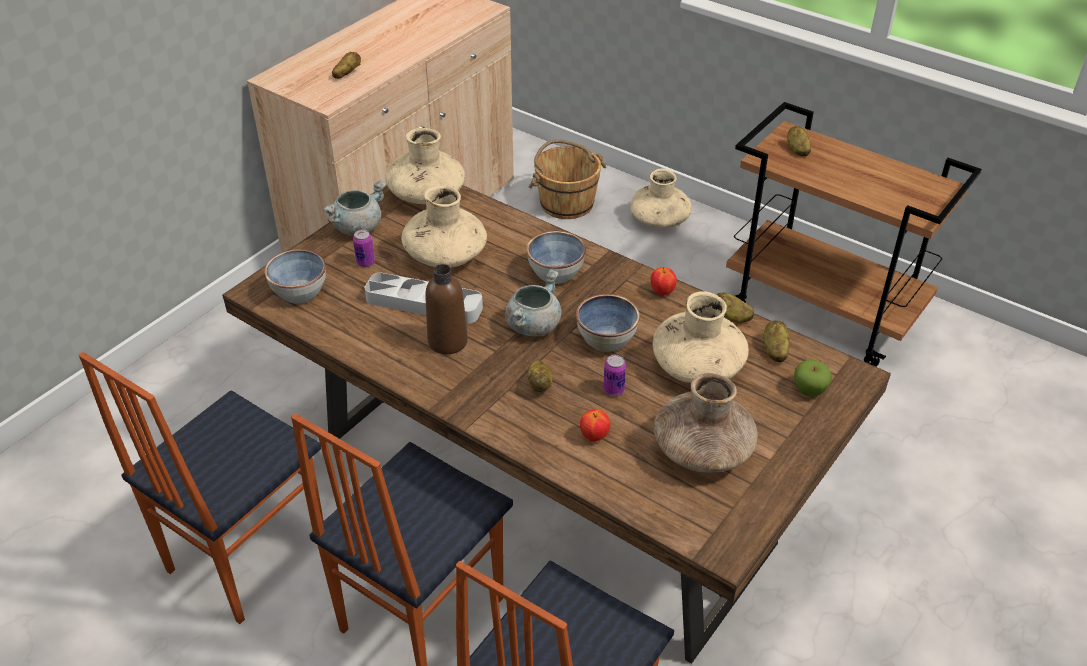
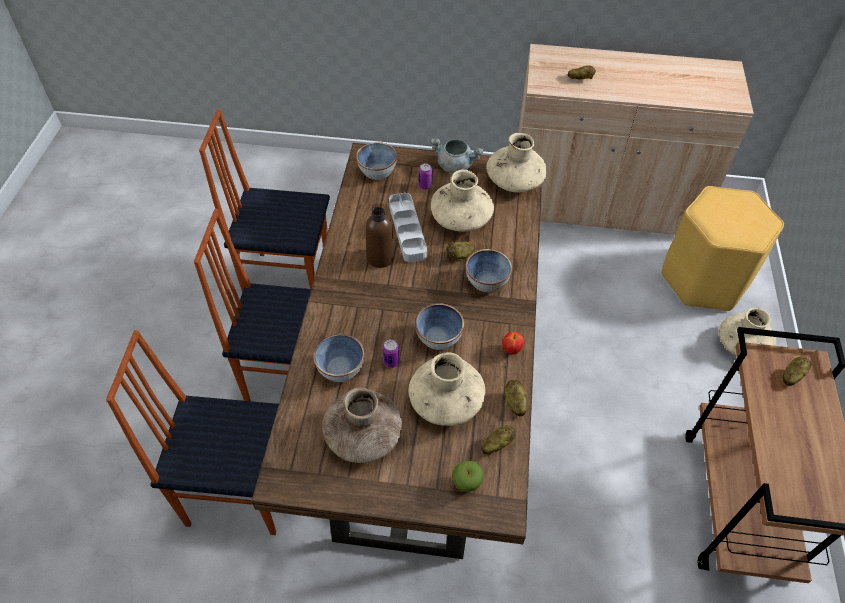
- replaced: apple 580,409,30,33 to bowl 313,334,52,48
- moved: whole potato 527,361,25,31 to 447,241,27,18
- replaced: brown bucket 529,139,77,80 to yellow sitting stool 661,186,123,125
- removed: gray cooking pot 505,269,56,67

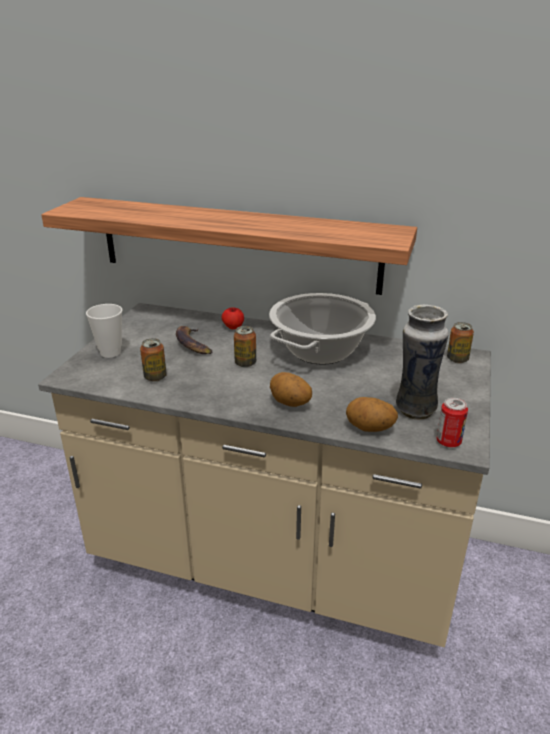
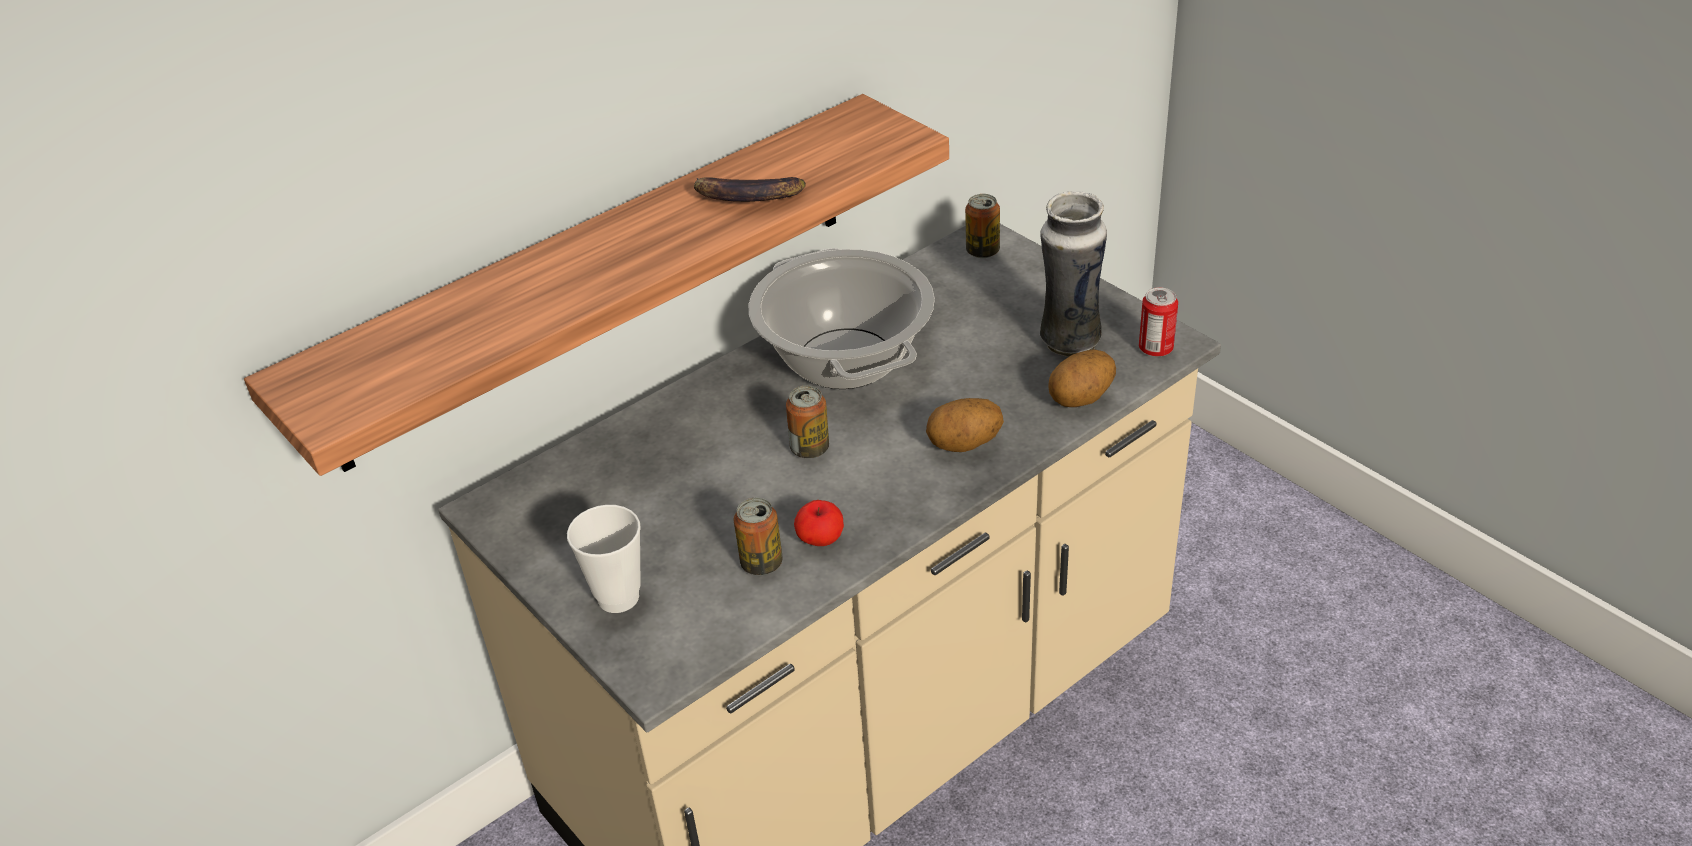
- moved: whole banana 176,326,36,28 to 694,177,112,25
- moved: apple 222,308,22,21 to 794,500,50,46

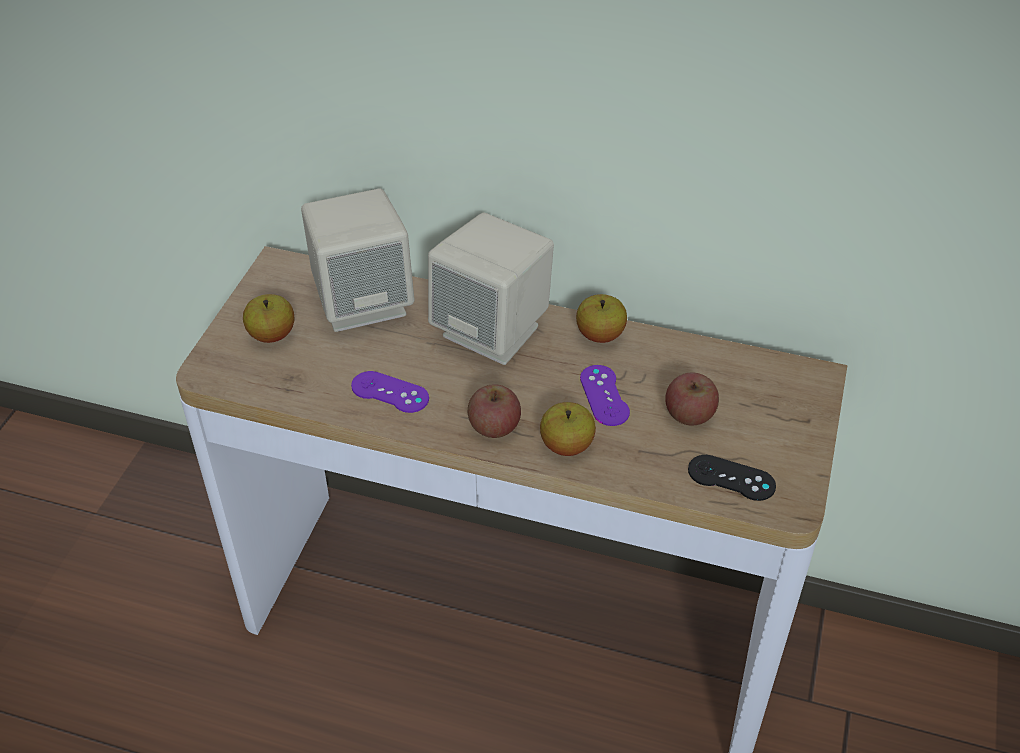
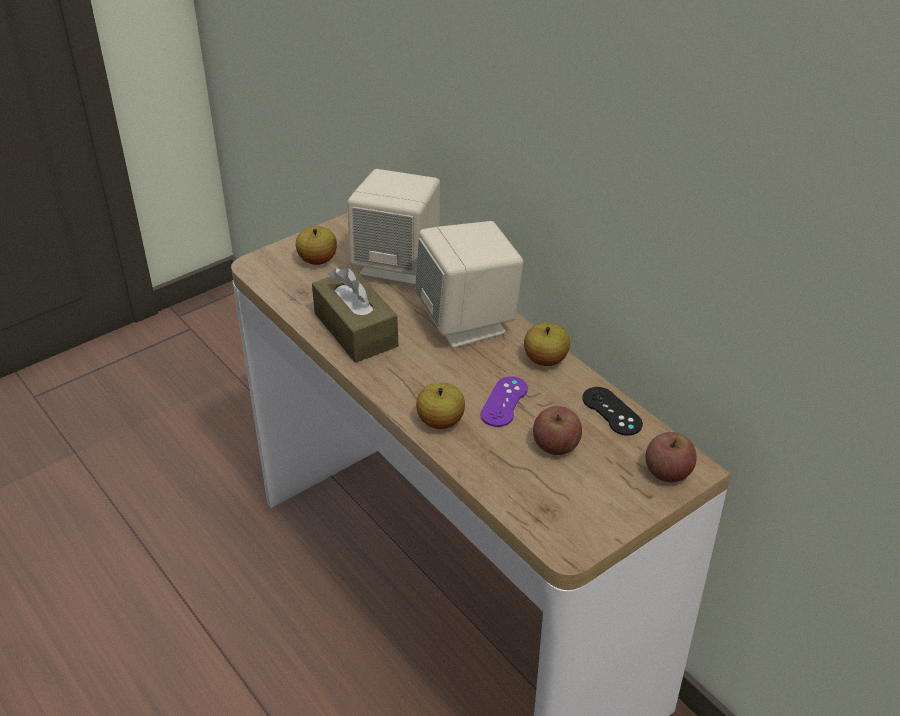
- replaced: purple-coloured joypad 351,371,78,42 to brown box of tissues 312,267,87,96
- moved: black joypad 688,455,88,46 to 582,387,61,49
- moved: apple 468,384,53,54 to 645,432,52,50

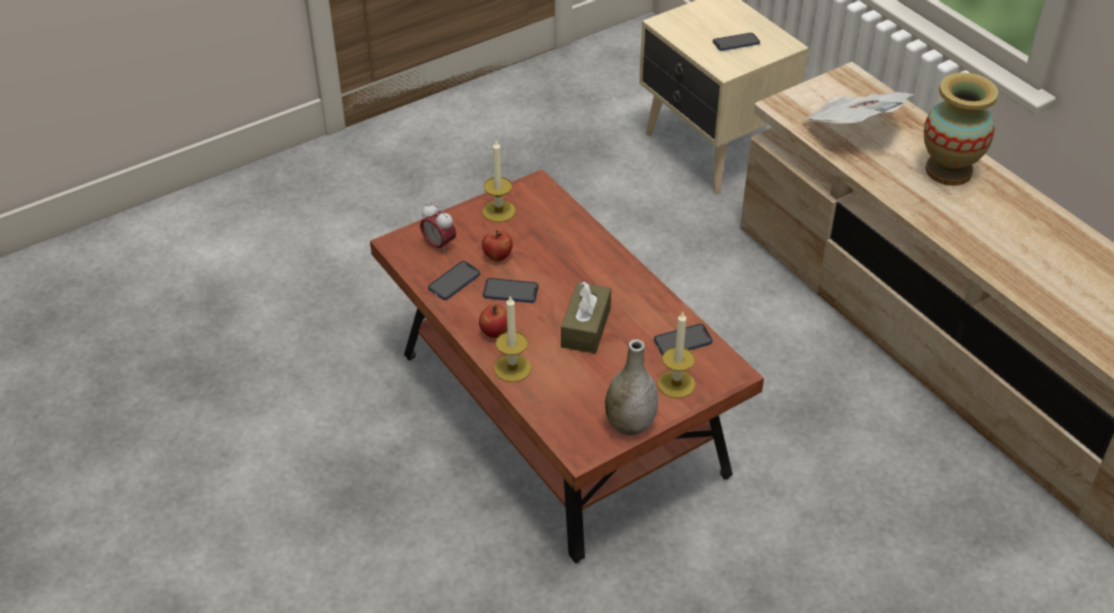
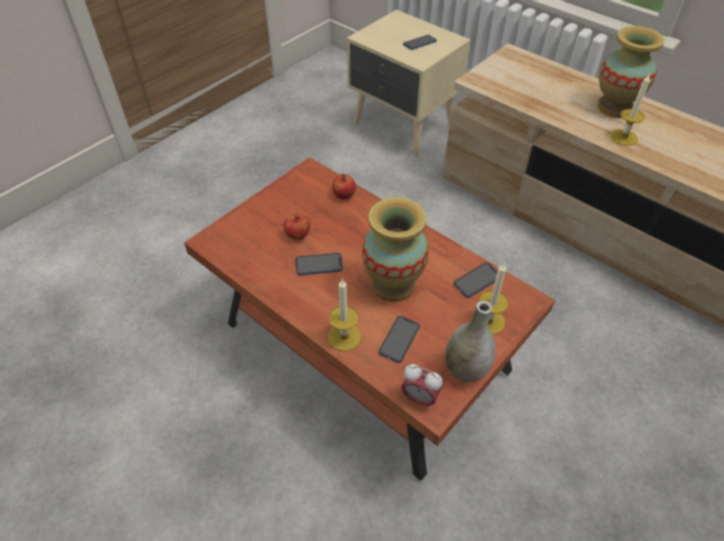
- moved: apple 479,305,28,33 to 332,174,24,26
- replaced: brown box of tissues 561,281,50,73 to decorative vase 362,197,67,105
- moved: telephone 428,261,52,39 to 379,316,41,47
- moved: alarm clock 420,203,36,51 to 401,364,42,45
- moved: wax light 482,141,34,81 to 611,73,39,73
- removed: printed paper 804,92,110,32

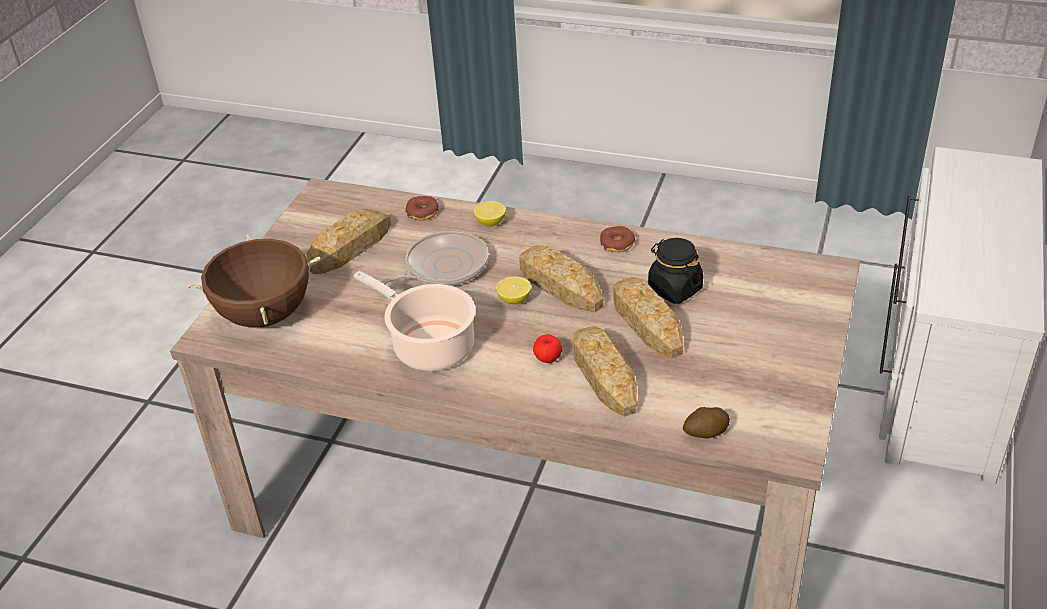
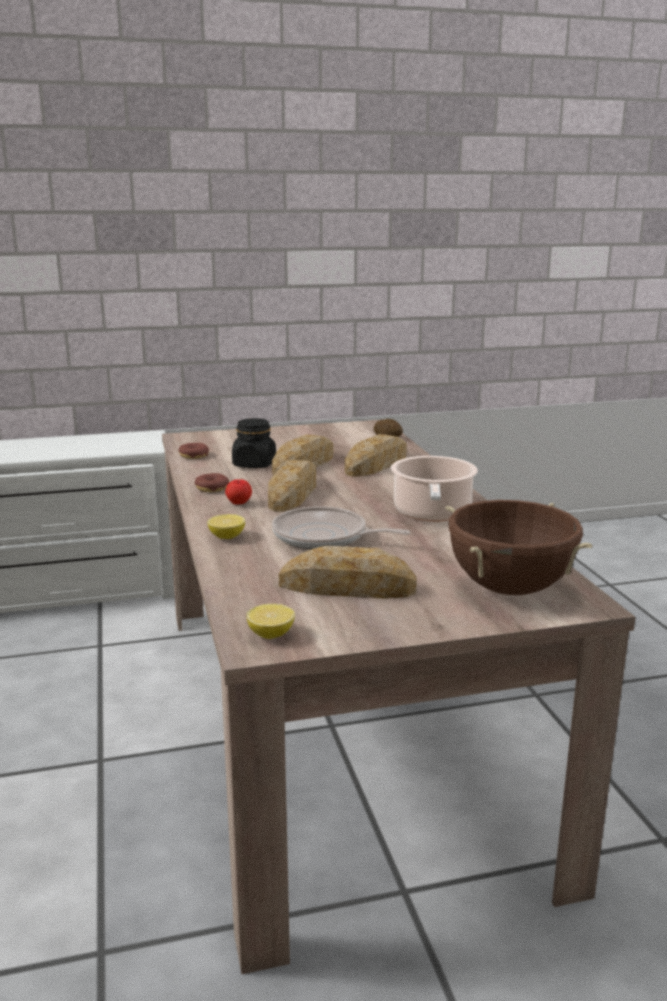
- moved: doughnut 405,196,34,24 to 179,443,30,16
- moved: apple 533,334,29,29 to 225,479,27,25
- moved: citrus fruit 496,276,35,29 to 246,604,49,35

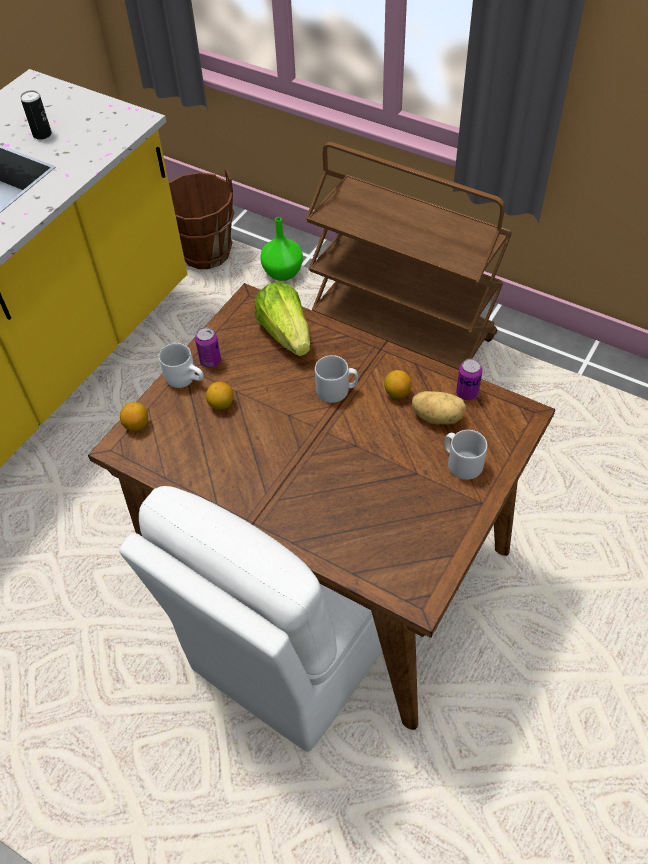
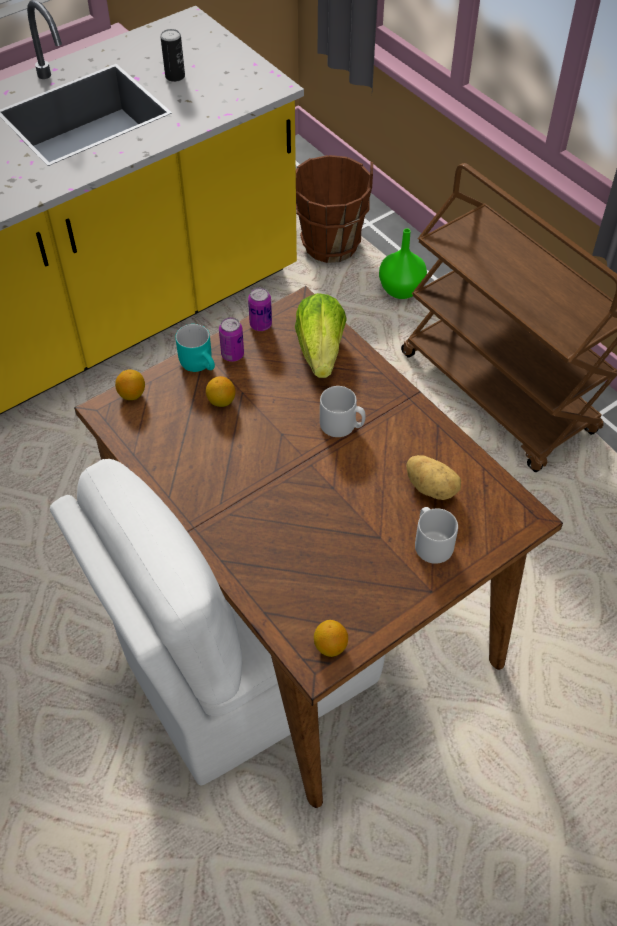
- recoloured: white tea mug 159,343,45,45 to turquoise tea mug 175,324,40,48
- moved: metal can 456,358,26,42 to 248,288,24,43
- moved: citrus fruit 384,370,28,29 to 314,620,34,37

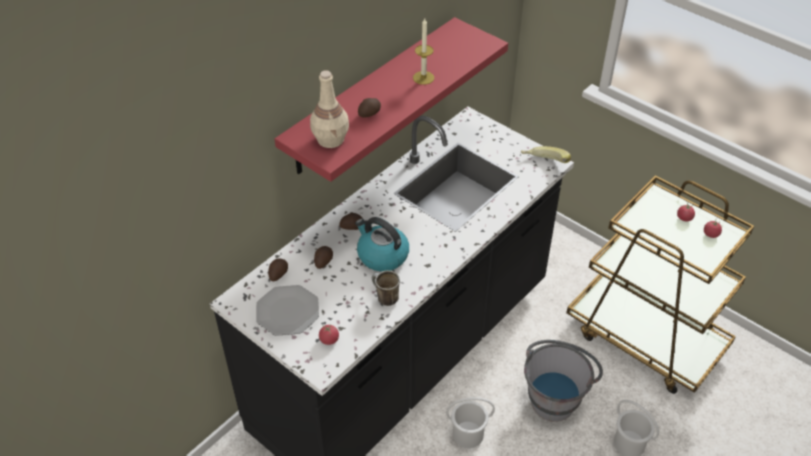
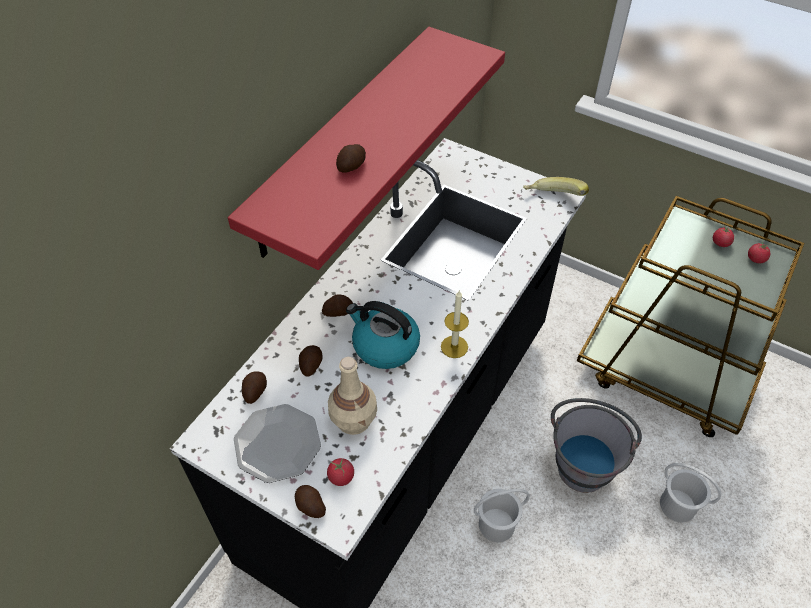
- added: whole potato 295,485,31,33
- moved: sand-coloured bottle 310,70,39,78 to 328,357,49,78
- moved: wax light 413,18,21,67 to 441,290,28,68
- removed: tea mug 372,270,28,36

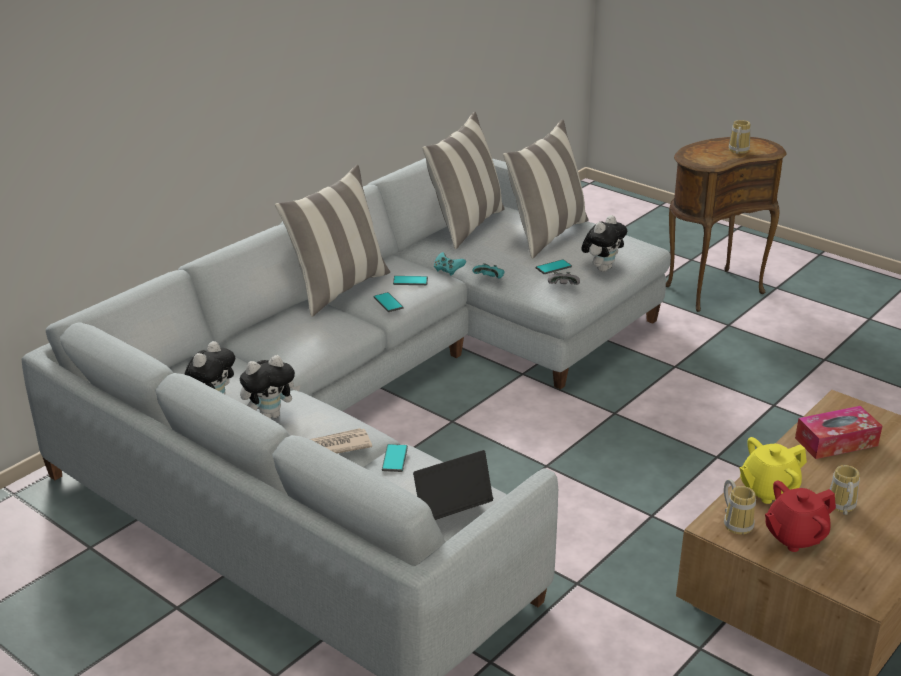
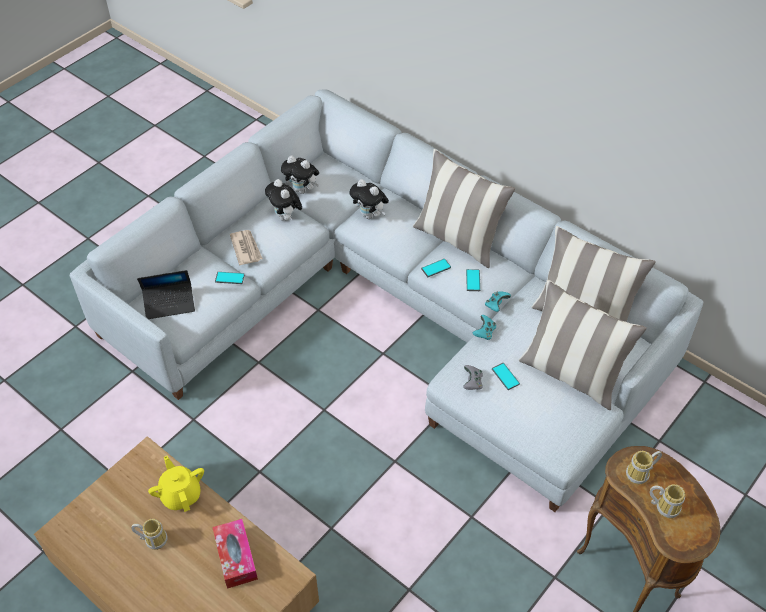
- turned: portable computer 413,450,80,70 = 137,270,58,49 105 degrees clockwise
- moved: soft toy 581,215,46,57 to 349,179,40,40
- moved: tea mug 724,479,32,55 to 626,451,36,33
- removed: reddish tea pot 765,481,71,71

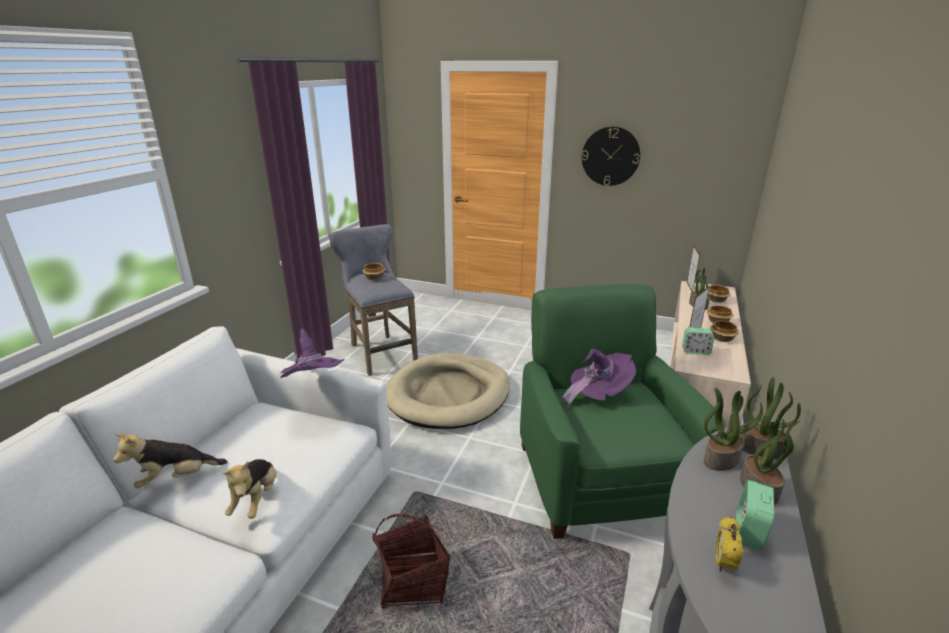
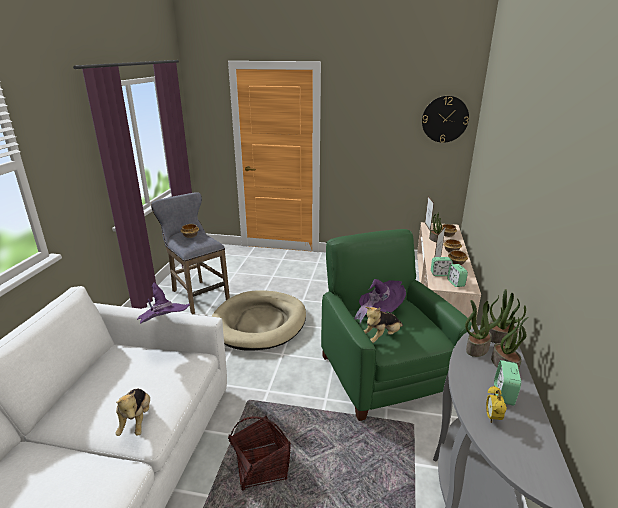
- moved: soft toy 113,433,114,55 to 363,307,40,36
- moved: wall clock 582,126,58,60 to 422,96,47,47
- added: alarm clock 447,264,21,23

